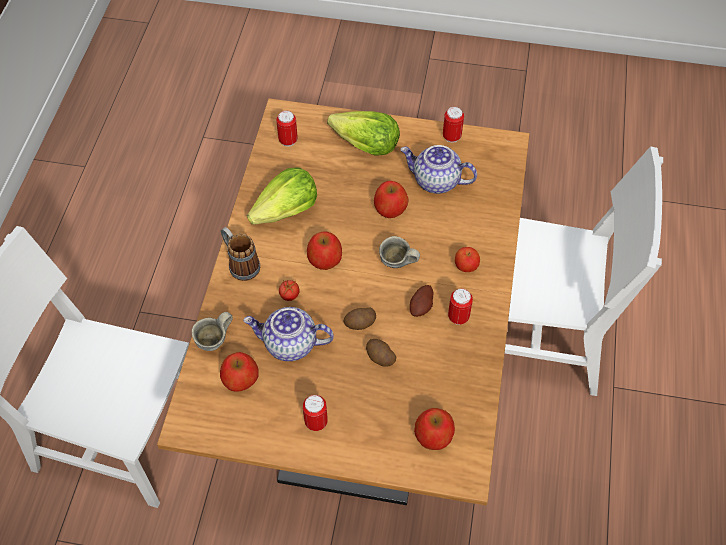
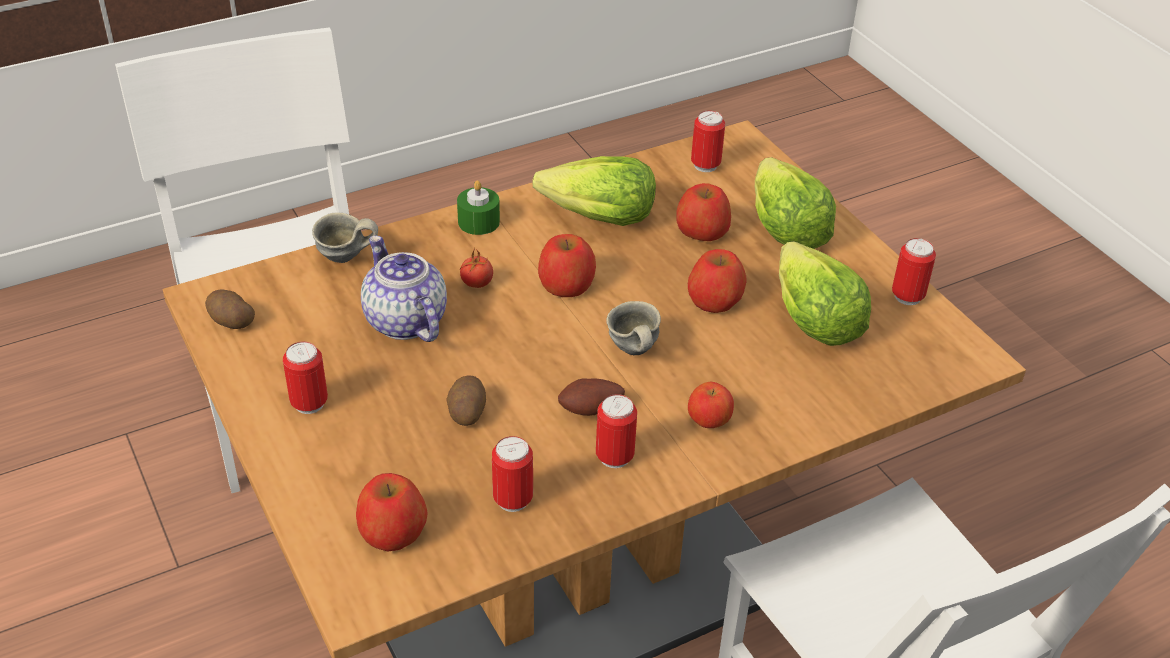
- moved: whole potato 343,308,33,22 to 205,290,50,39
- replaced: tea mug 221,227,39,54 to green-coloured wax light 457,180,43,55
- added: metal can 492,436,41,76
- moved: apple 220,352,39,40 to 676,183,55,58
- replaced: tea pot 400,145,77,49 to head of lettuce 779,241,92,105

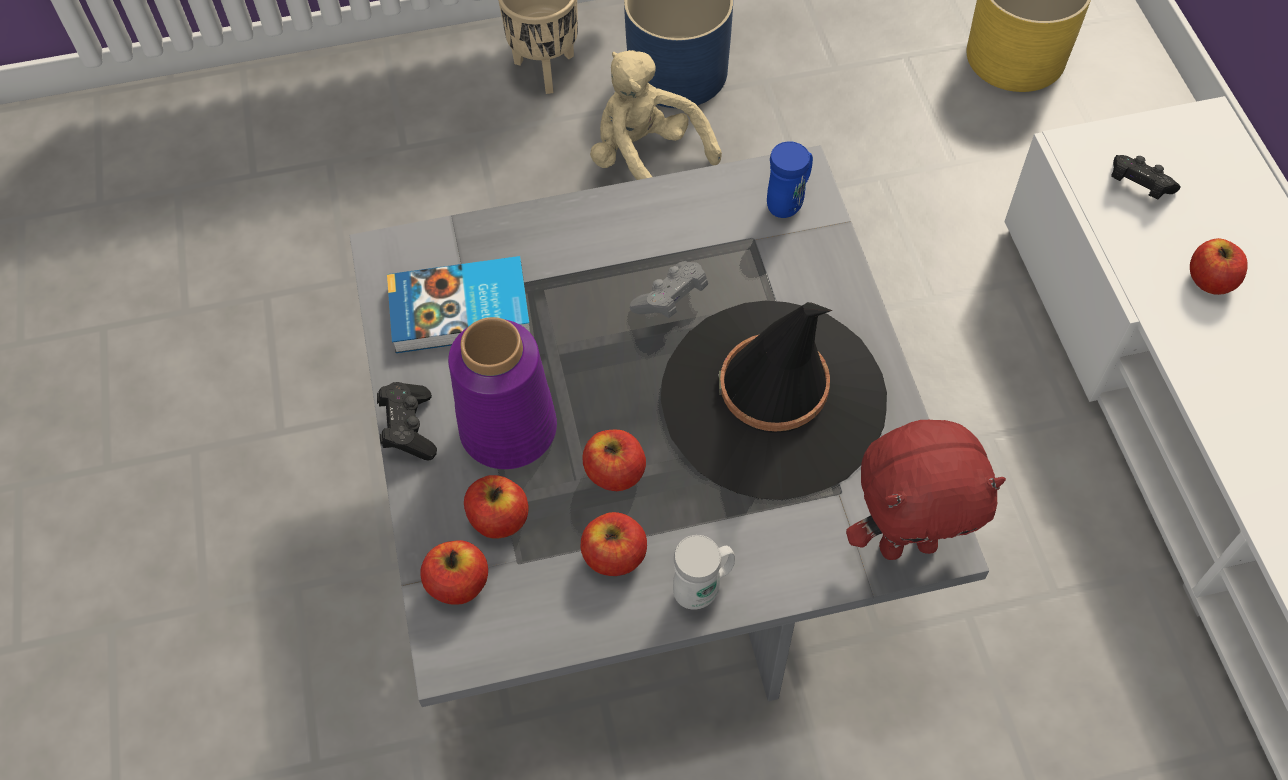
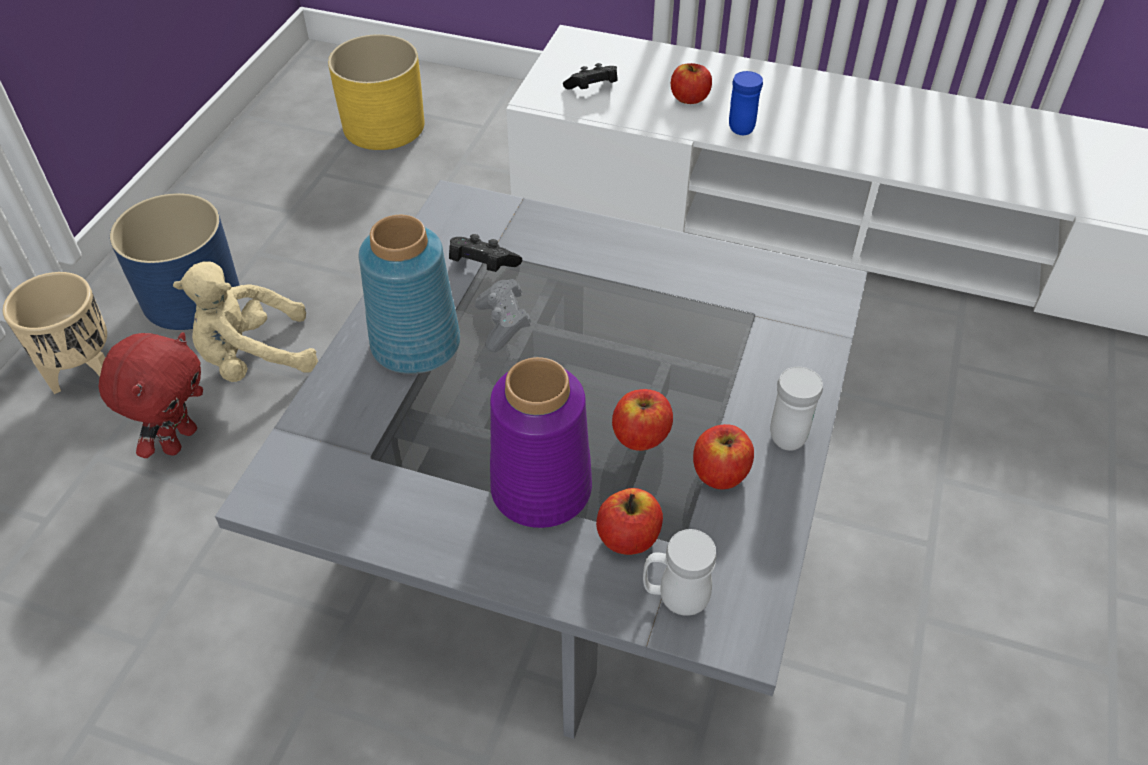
- moved: reddish soft toy 846,420,160,140 to 98,332,105,126
- added: blue-coloured decorative vase 359,215,101,159
- moved: black joypad 377,382,60,79 to 449,234,73,38
- replaced: apple 420,540,68,65 to white tea mug 643,529,73,87
- moved: blue-coloured tea mug 767,141,46,77 to 729,71,34,64
- removed: volume 387,256,144,97
- removed: black hat 661,301,226,199

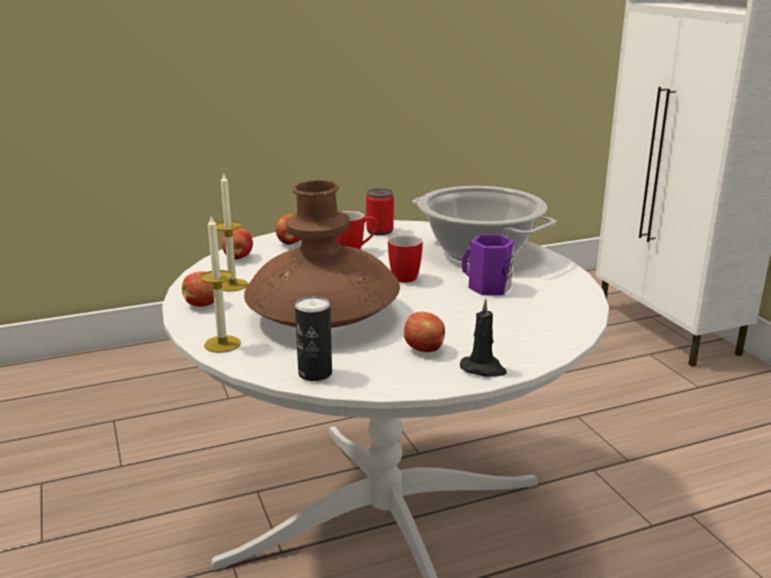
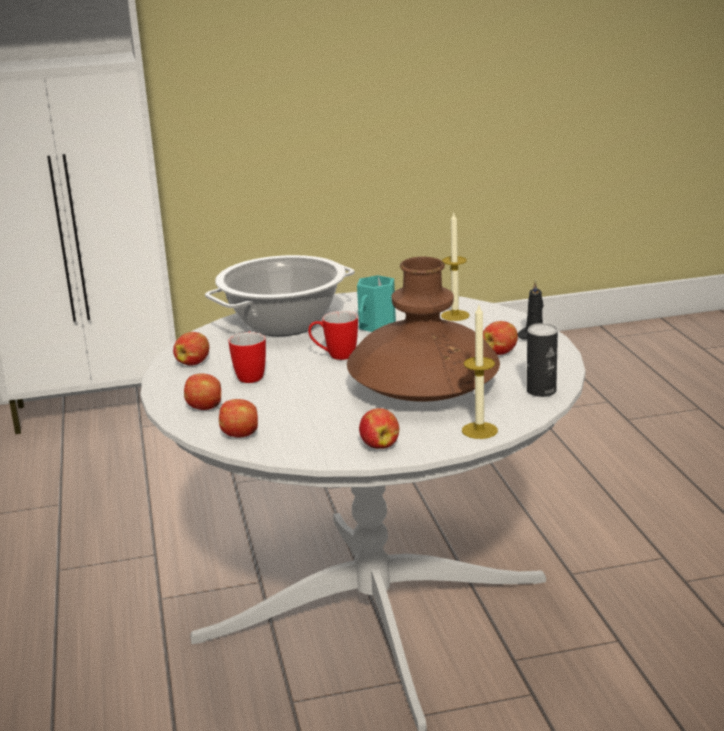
- replaced: metal can 366,189,28,46 to apple 173,332,36,34
- recoloured: purple-coloured tea mug 462,235,52,60 to turquoise tea mug 357,275,39,57
- moved: wax light 216,172,32,120 to 441,213,29,108

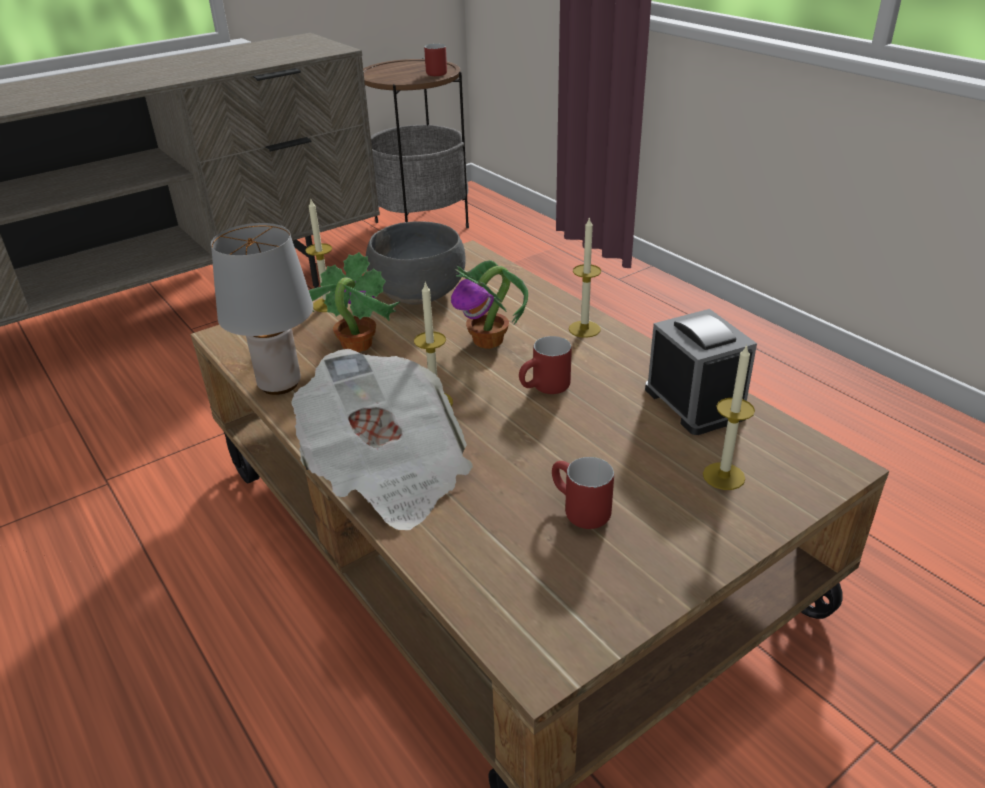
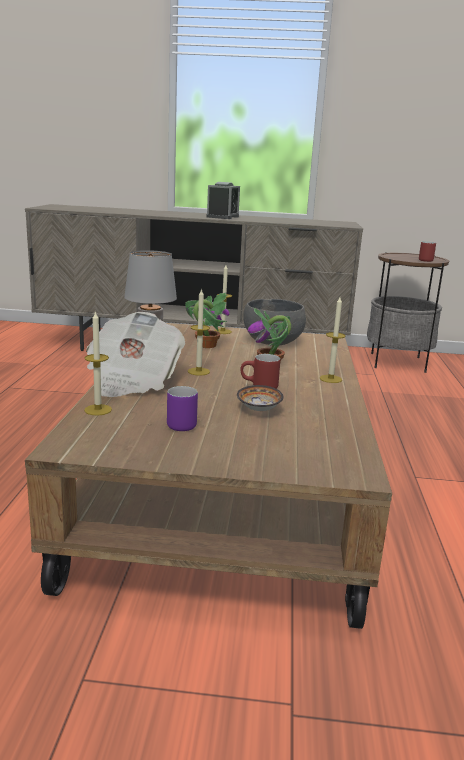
- moved: wax light 703,345,52,145 to 84,311,28,104
- recoloured: reddish tea mug 552,457,62,72 to purple-coloured tea mug 167,386,31,45
- moved: alarm clock 645,309,112,126 to 206,182,34,37
- added: bowl 237,385,47,26

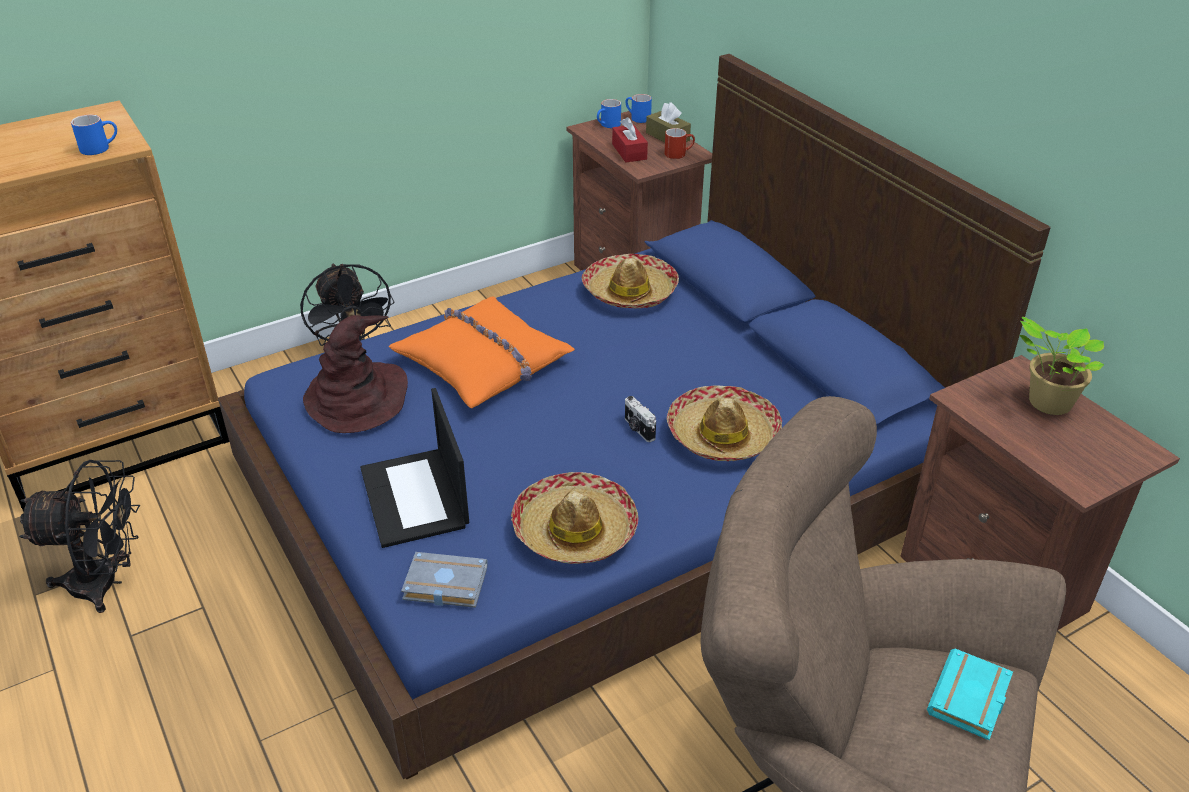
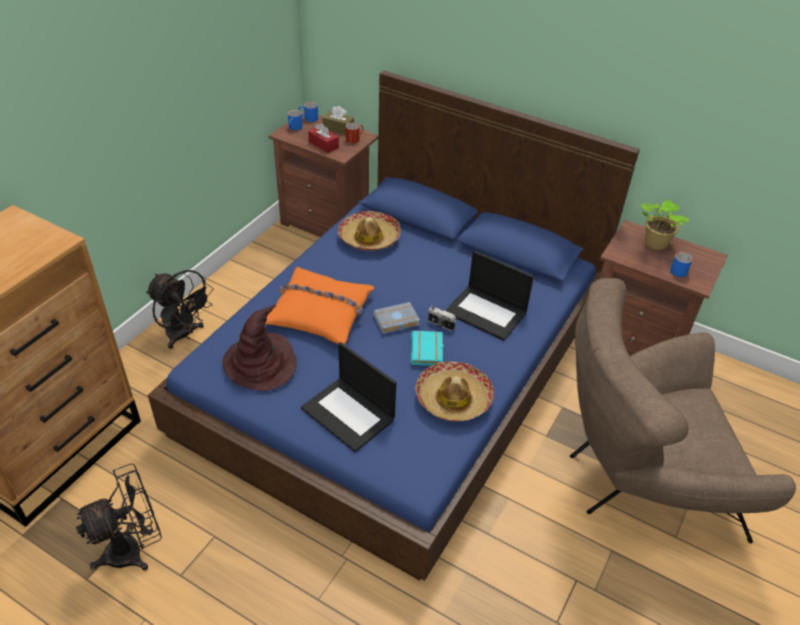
- moved: gray volume 401,552,87,56 to 373,302,47,32
- moved: turquoise volume 927,648,86,92 to 411,331,32,35
- replaced: hat 667,385,115,76 to portable computer 445,251,89,90
- moved: blue-coloured tea mug 71,114,46,41 to 670,252,23,25

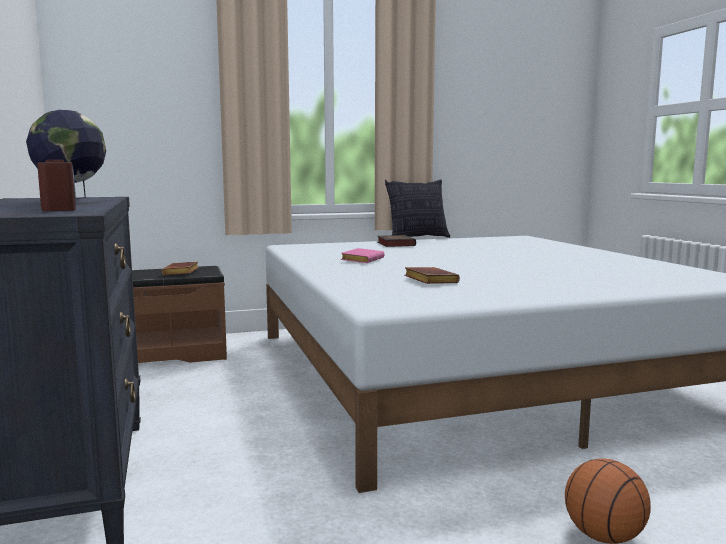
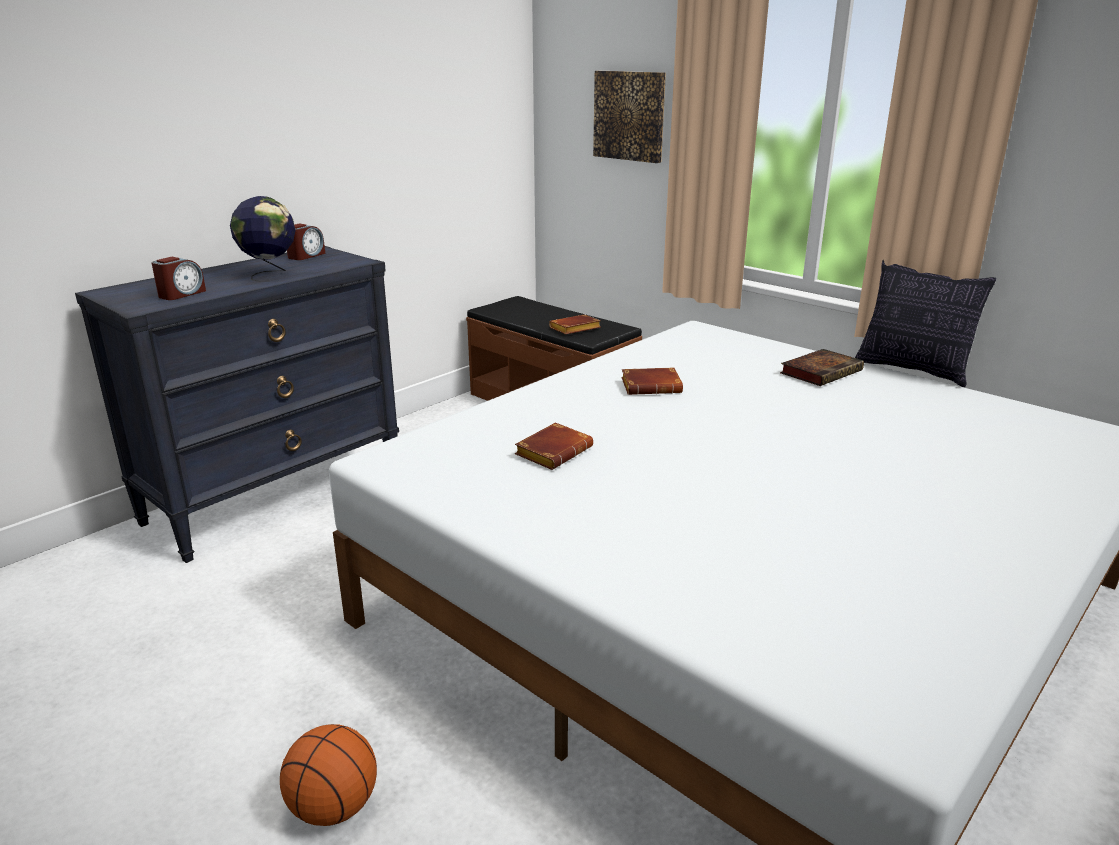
- added: alarm clock 287,223,38,37
- added: picture 593,71,73,92
- recoloured: pinkish volume 341,248,43,15 to brown volume 622,368,61,27

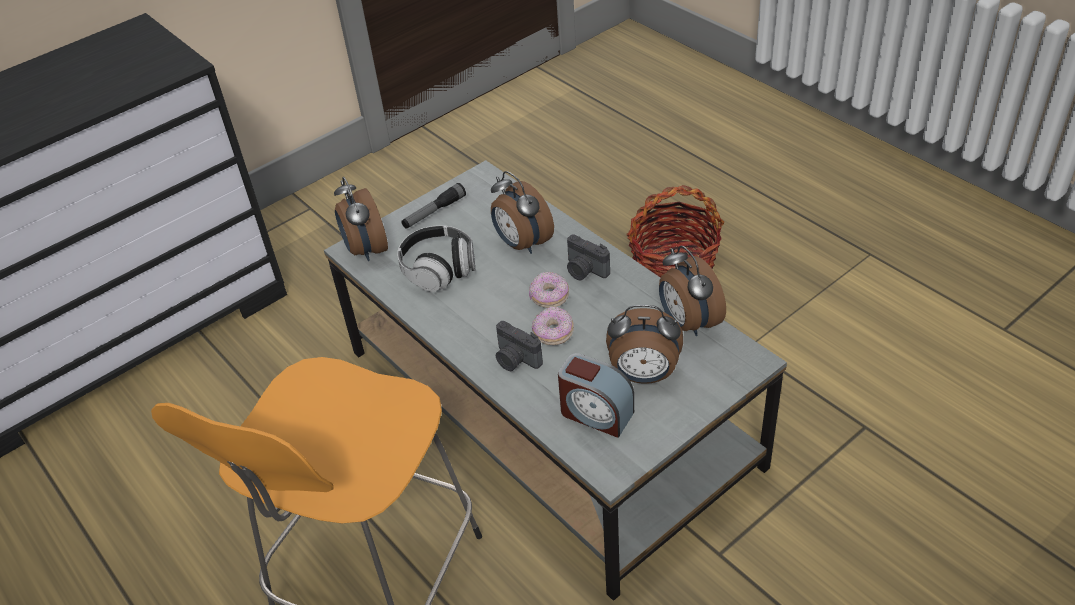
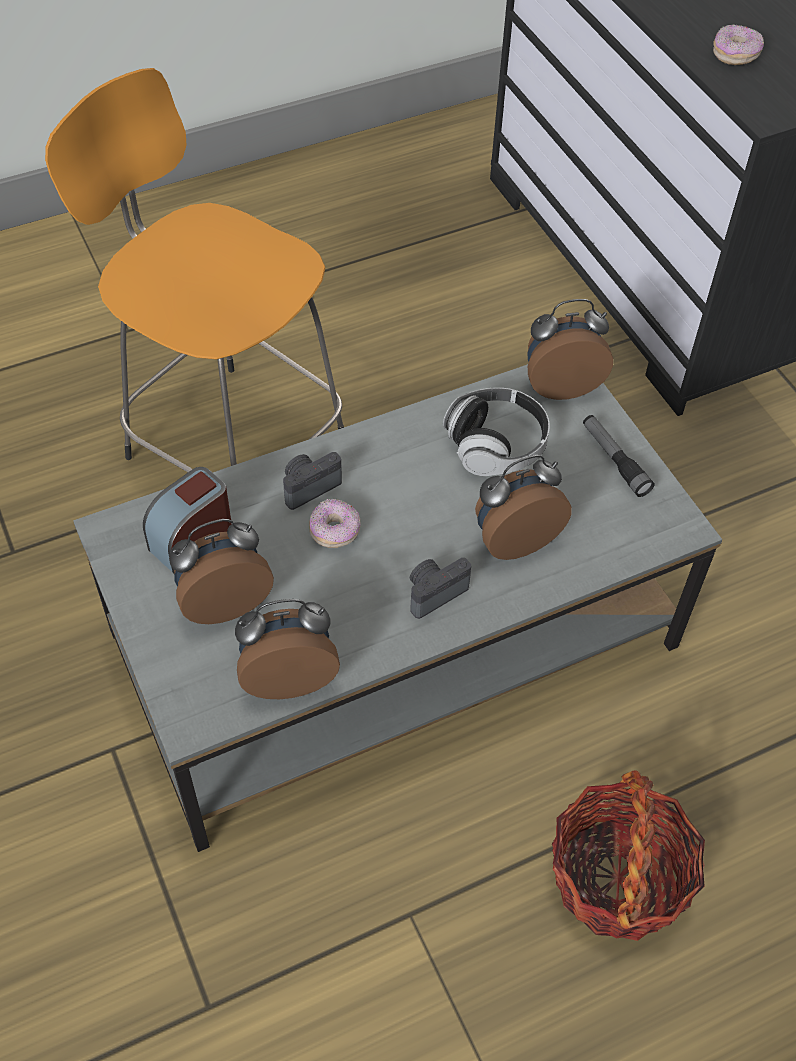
- turned: alarm clock 606,305,77,79 = 169,519,105,105 45 degrees clockwise
- moved: doughnut 529,272,40,36 to 713,24,51,41

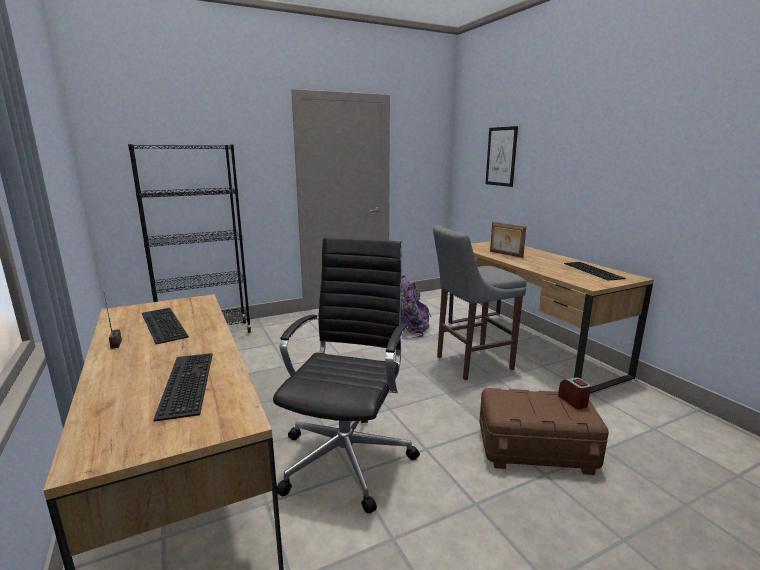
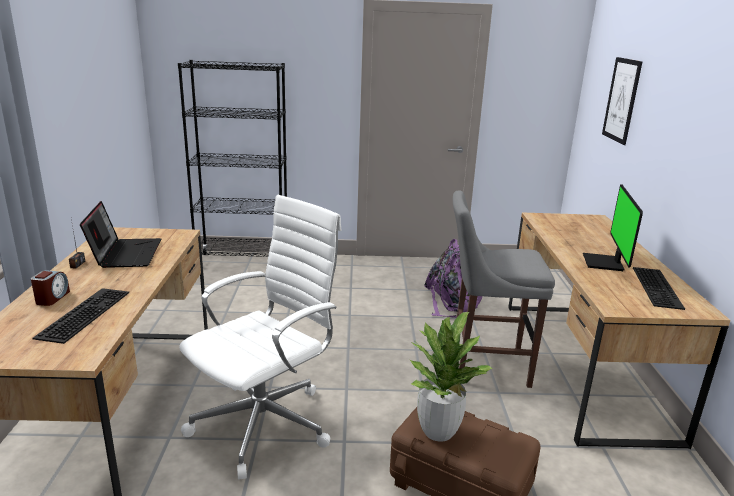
- moved: alarm clock 558,377,33,32 to 31,270,39,36
- replaced: PC keyboard 142,308,47,36 to portable computer 80,201,81,67
- recoloured: black computer chair 273,237,147,277 to white computer chair 179,195,162,284
- added: potted plant 409,312,84,130
- added: computer display 583,184,60,87
- removed: picture frame 490,222,36,36

